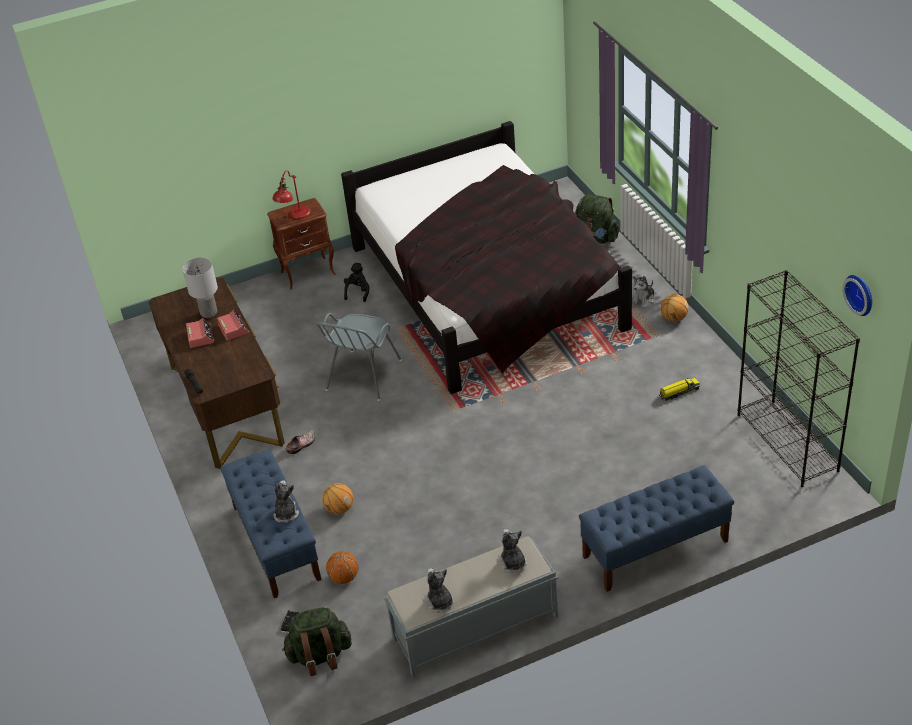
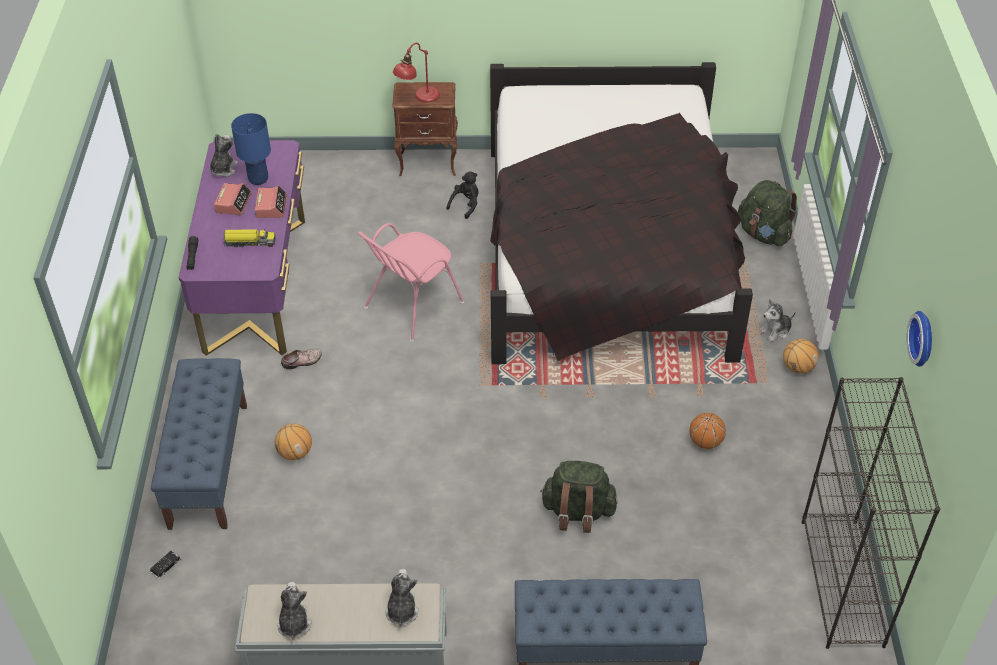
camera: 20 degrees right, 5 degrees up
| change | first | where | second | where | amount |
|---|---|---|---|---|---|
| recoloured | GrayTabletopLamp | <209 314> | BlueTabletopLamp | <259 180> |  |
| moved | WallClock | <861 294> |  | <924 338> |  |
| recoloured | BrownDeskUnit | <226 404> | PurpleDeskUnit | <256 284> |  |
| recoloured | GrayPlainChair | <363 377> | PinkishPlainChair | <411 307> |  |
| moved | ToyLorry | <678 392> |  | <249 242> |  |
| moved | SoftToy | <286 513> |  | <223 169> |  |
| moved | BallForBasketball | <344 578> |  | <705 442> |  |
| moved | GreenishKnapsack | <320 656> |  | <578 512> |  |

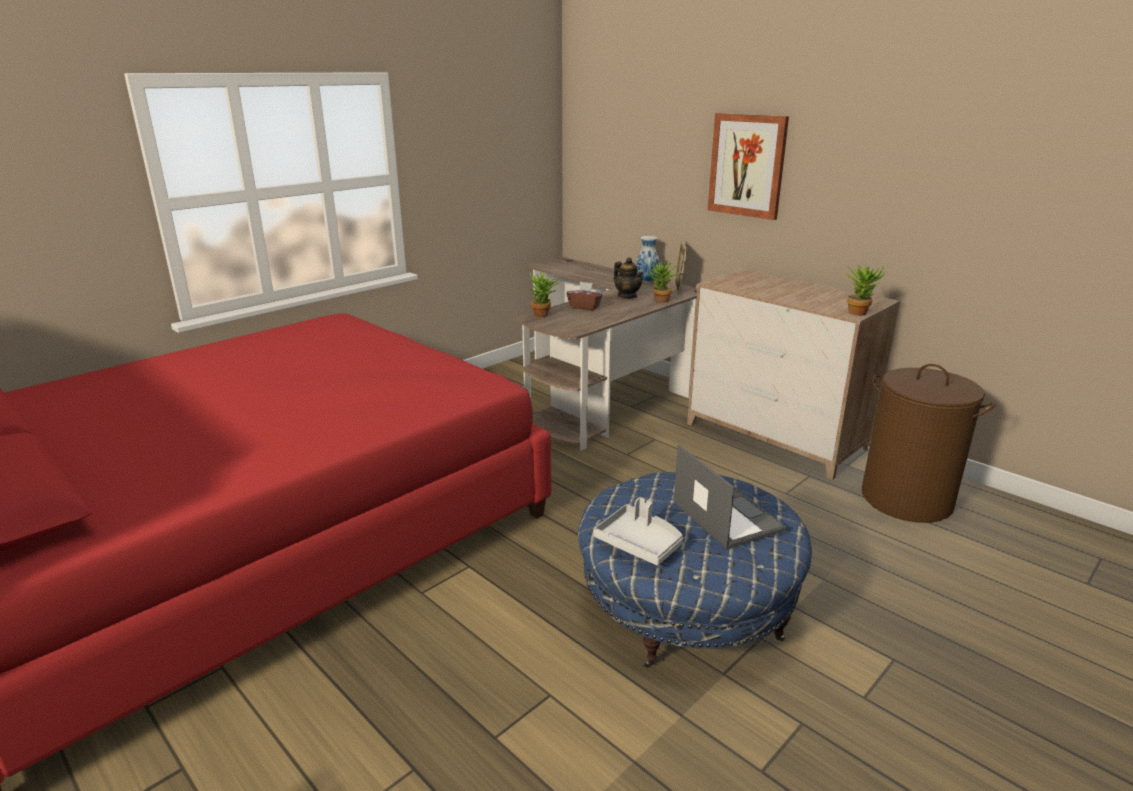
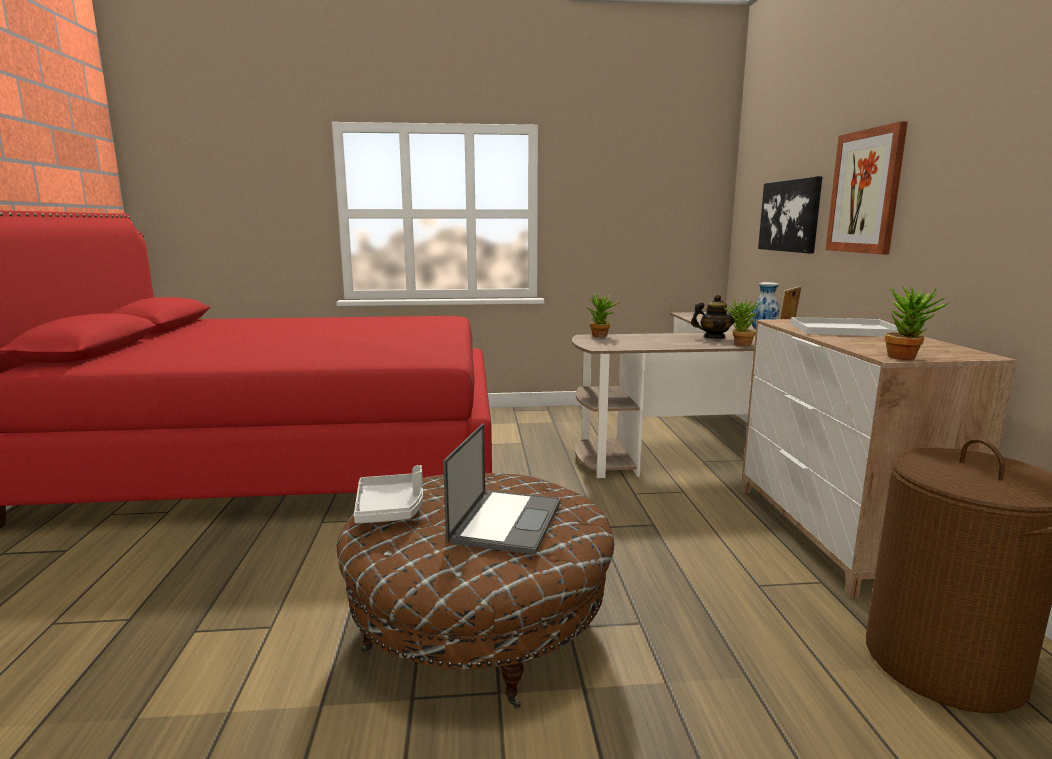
camera: 40 degrees right, 10 degrees down
| change | first | where | second | where | amount |
|---|---|---|---|---|---|
| turned | PotForTea | <627 296> |  | <714 338> | 90 degrees counterclockwise |
| removed | BrownBoxOfTissues | <584 307> |  |  |  |
| recoloured | BlueOttoman | <686 606> | BrownOttoman | <479 627> |  |
| added |  |  | WallArt | <790 216> |  |
| added |  |  | WhiteServingTray | <846 329> |  |

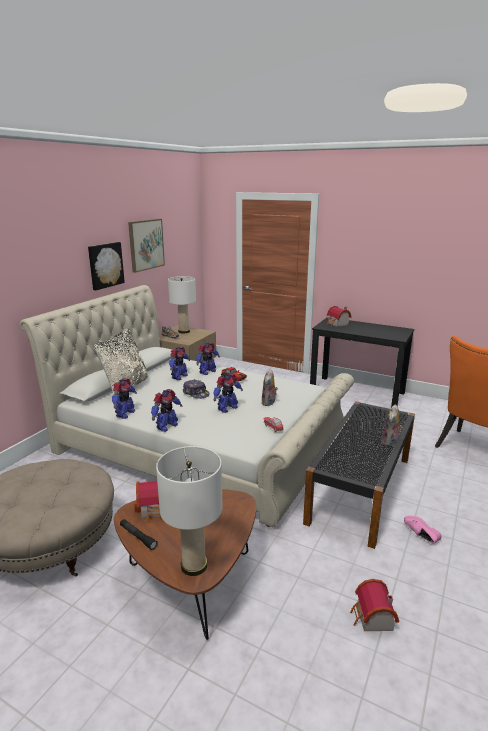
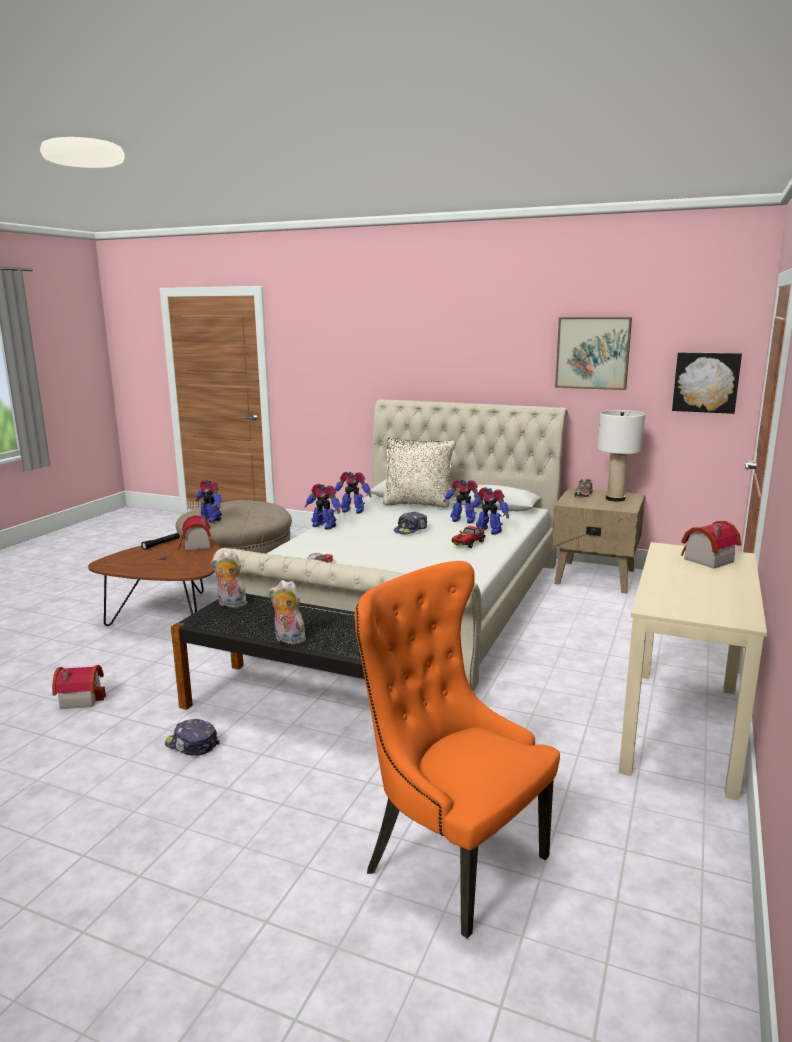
camera: 85 degrees right, 5 degrees down
| change | first | where | second | where | amount |
|---|---|---|---|---|---|
| moved | WallArt | <105 265> |  | <706 382> |  |
| recoloured | BlackishDeskUnit | <357 392> | SandColouredDeskUnit | <682 728> |  |
| moved | SoftToy | <269 403> |  | <230 604> |  |
| moved | ModelRobot | <227 408> |  | <211 519> |  |
| removed | WhiteTabletopLamp | <194 565> |  |  |  |
| replaced | PinkishLowShoe | <420 535> | BaseballCap | <191 745> |  |

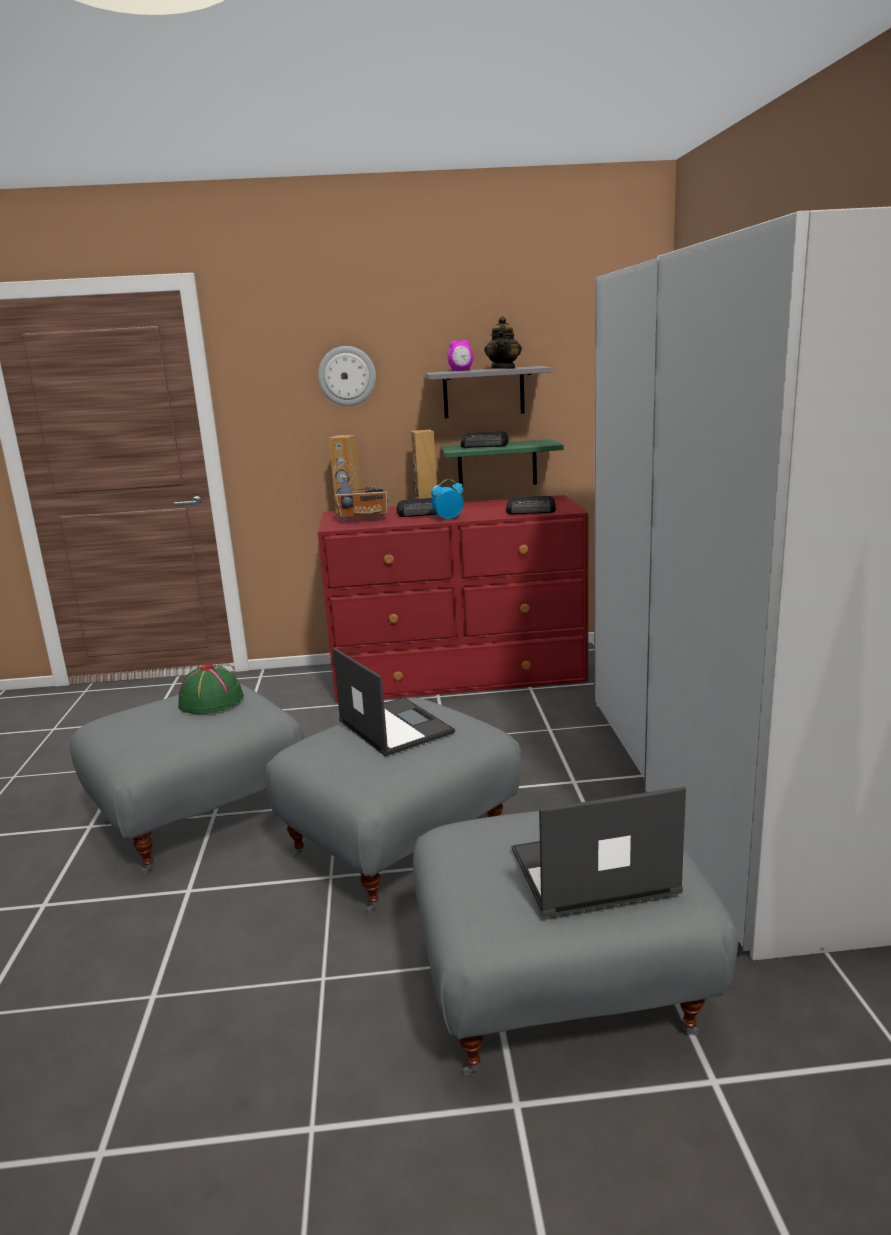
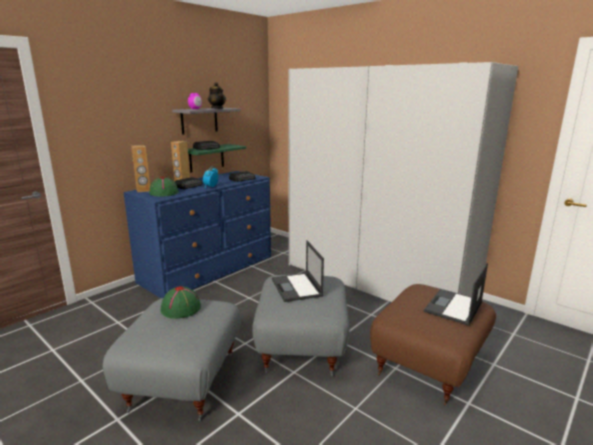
camera: 45 degrees left, 0 degrees up
| change | first | where | second | where | amount |
|---|---|---|---|---|---|
| removed | WallClock | <347 376> |  |  |  |
| replaced | RadioSet | <363 519> | GreenishHat | <164 193> |  |
| recoloured | RedColouredDrawerChest | <459 673> | BlueDrawerChest | <209 268> |  |
| turned | PortableComputer | <394 726> |  | <297 288> | 120 degrees counterclockwise |
| recoloured | GrayOttoman | <560 995> | BrownOttoman | <429 365> |  |

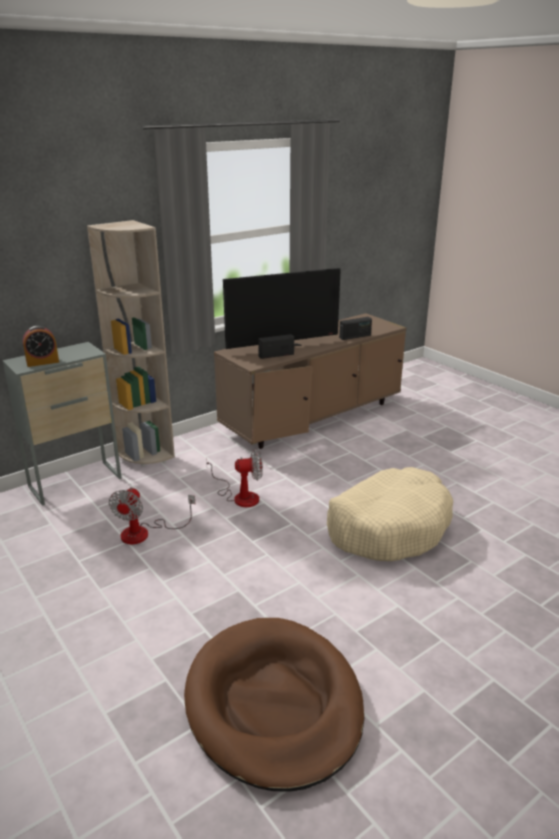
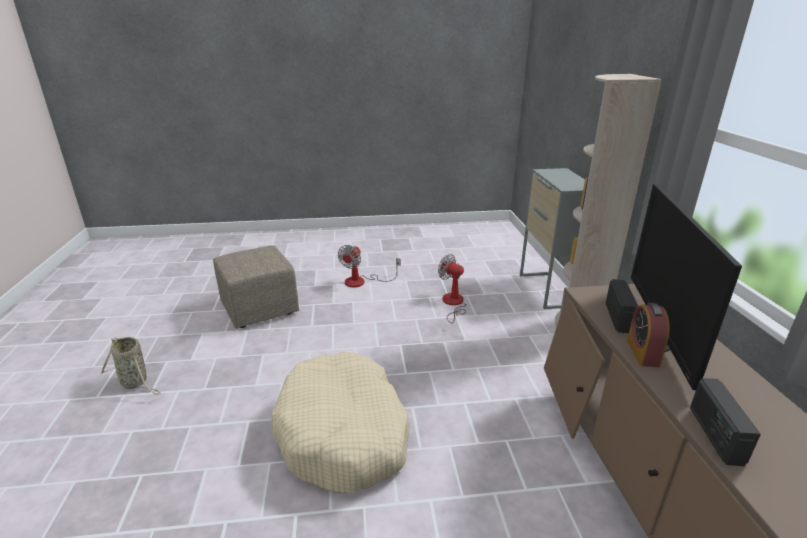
camera: 120 degrees right, 0 degrees up
| change | first | where | second | where | amount |
|---|---|---|---|---|---|
| moved | TableClock | <42 362> |  | <642 352> |  |
| moved | CoolingFan | <240 496> |  | <362 281> |  |
| replaced | BrownDogBed | <274 704> | SandColouredOttoman | <259 308> |  |
| added |  |  | Basket | <135 383> |  |

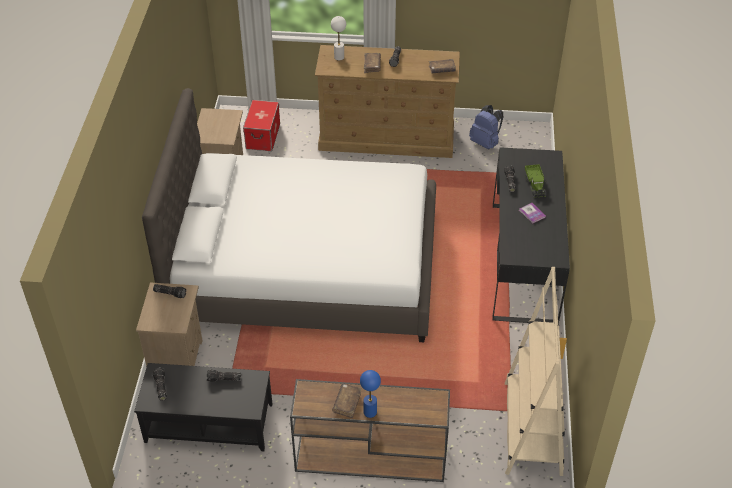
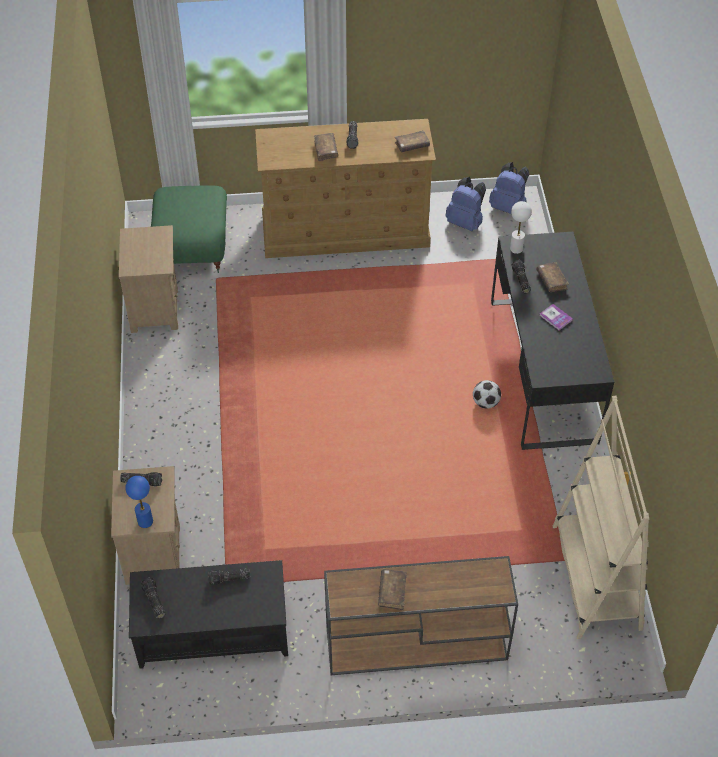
camera: 10 degrees left, 5 degrees up
| change | first | where | second | where | amount |
|---|---|---|---|---|---|
| moved | WhiteTabletopLamp | <339 57> |  | <516 249> |  |
| removed | WhiteBed | <304 267> |  |  |  |
| replaced | StorageBox | <262 136> | GreenishOttoman | <192 247> |  |
| replaced | ToyLorry | <535 185> | BrownBoundBook | <551 280> |  |
| moved | BlueTabletopLamp | <370 412> |  | <145 521> |  |
| added |  |  | BlueKnapsack | <508 207> |  |
| added |  |  | Football | <486 403> |  |

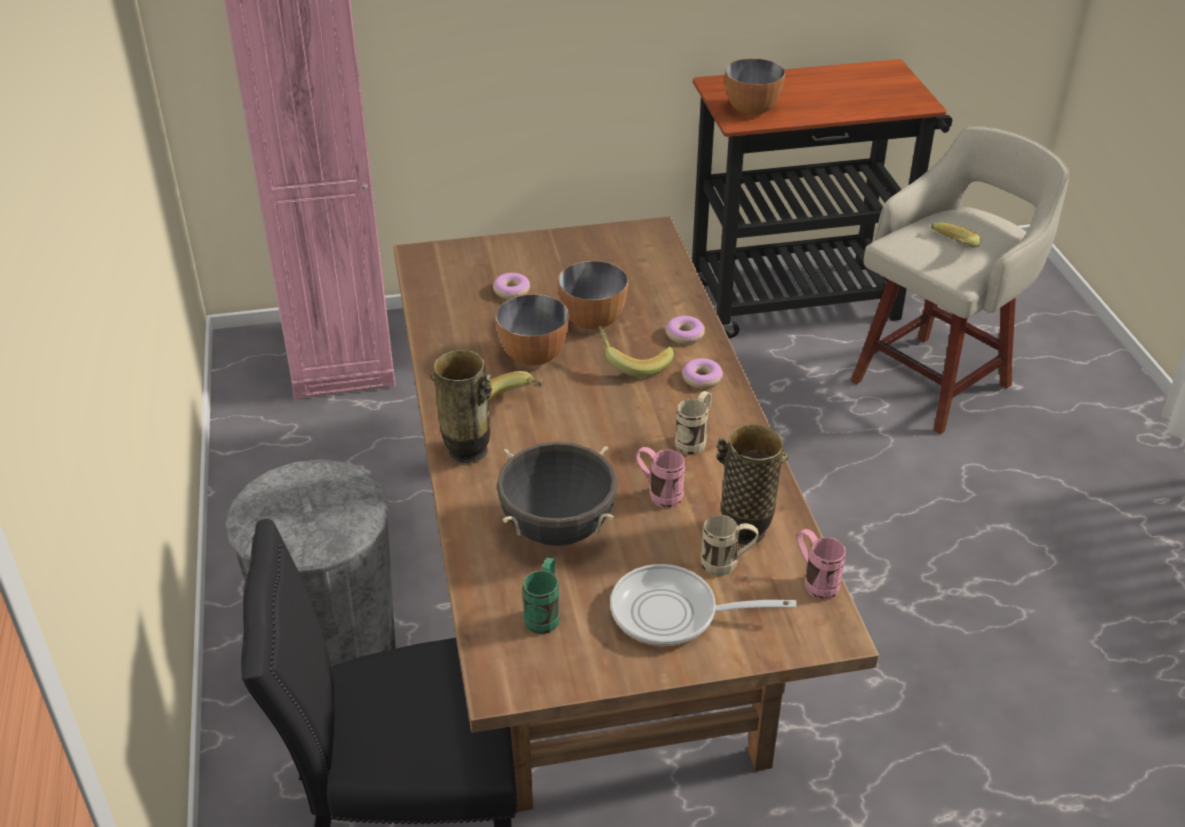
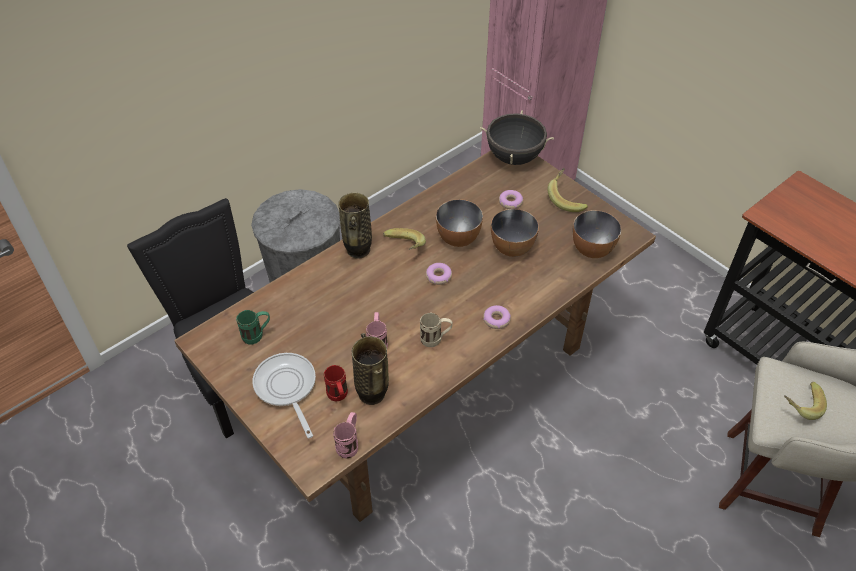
camera: 60 degrees right, 10 degrees up
| change | first | where | second | where | amount |
|---|---|---|---|---|---|
| moved | Bowl | <752 110> |  | <592 250> |  |
| moved | Doughnut | <685 335> |  | <438 276> |  |
| moved | WholeBanana | <633 362> |  | <567 198> |  |
| moved | BlackishStockpot | <557 529> |  | <514 157> |  |
| recoloured | SandColouredCoffeeMug | <727 565> | RedColouredCoffeeMug | <338 397> |  |

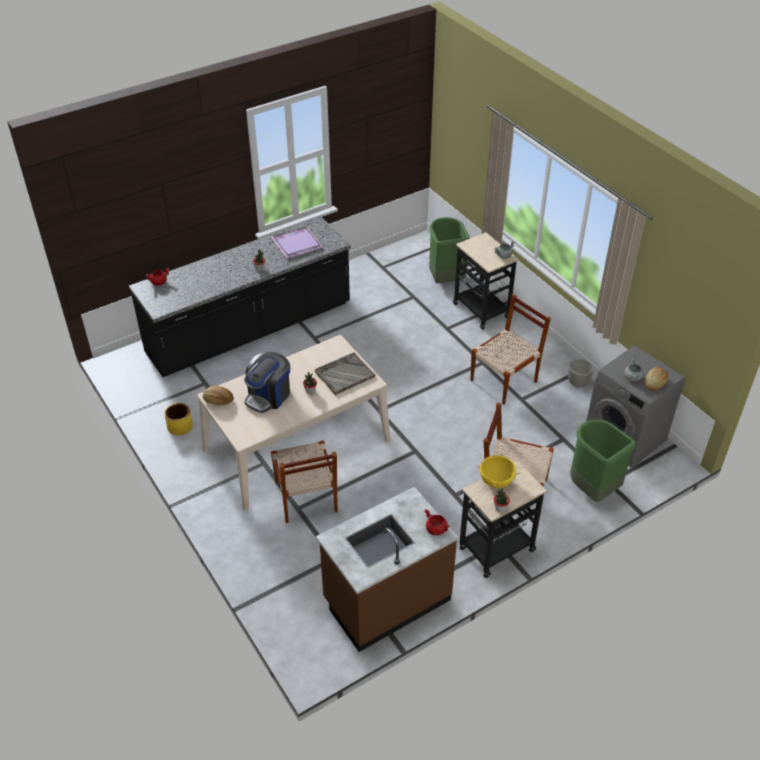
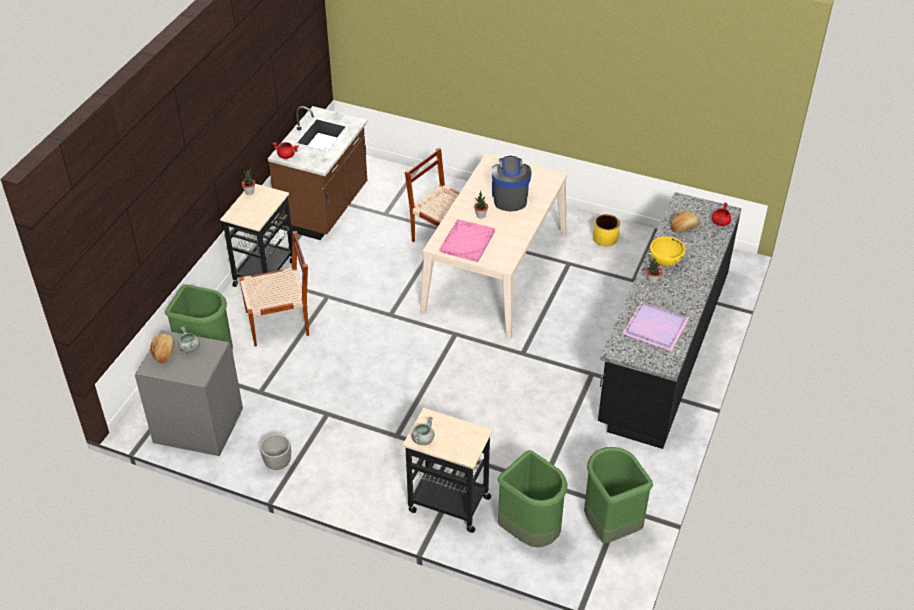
camera: 145 degrees right, 0 degrees up
| change | first | where | second | where | amount |
|---|---|---|---|---|---|
| removed | PlainChair | <505 380> |  |  |  |
| recoloured | GrayServingTray | <344 374> | PinkishServingTray | <467 241> |  |
| moved | BakeryBread | <218 400> |  | <684 227> |  |
| moved | YellowColouredStockpot | <496 482> |  | <665 262> |  |
| added |  |  | GreenishTrashCan | <609 527> |  |

